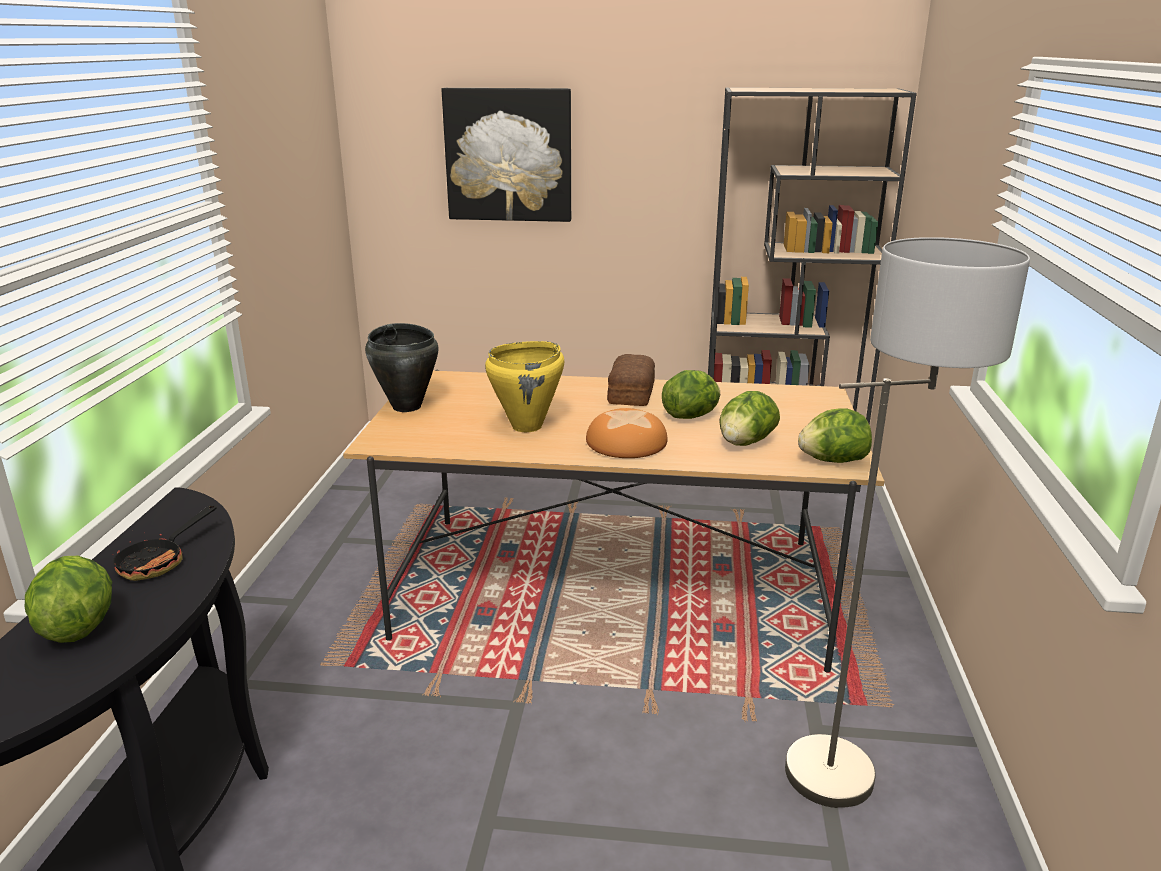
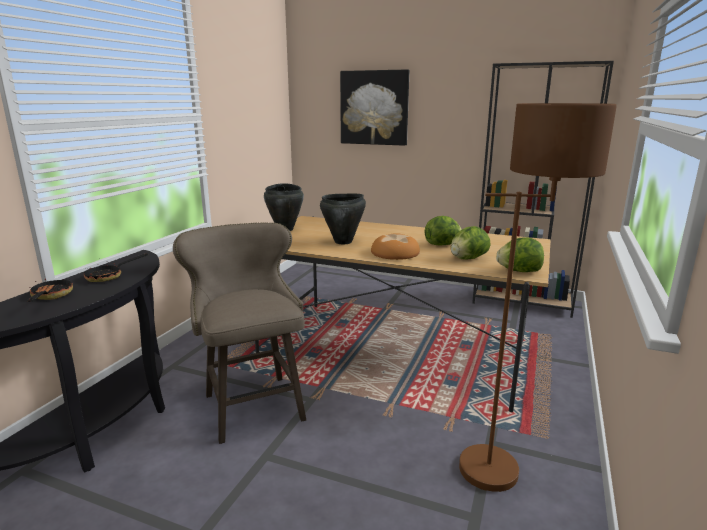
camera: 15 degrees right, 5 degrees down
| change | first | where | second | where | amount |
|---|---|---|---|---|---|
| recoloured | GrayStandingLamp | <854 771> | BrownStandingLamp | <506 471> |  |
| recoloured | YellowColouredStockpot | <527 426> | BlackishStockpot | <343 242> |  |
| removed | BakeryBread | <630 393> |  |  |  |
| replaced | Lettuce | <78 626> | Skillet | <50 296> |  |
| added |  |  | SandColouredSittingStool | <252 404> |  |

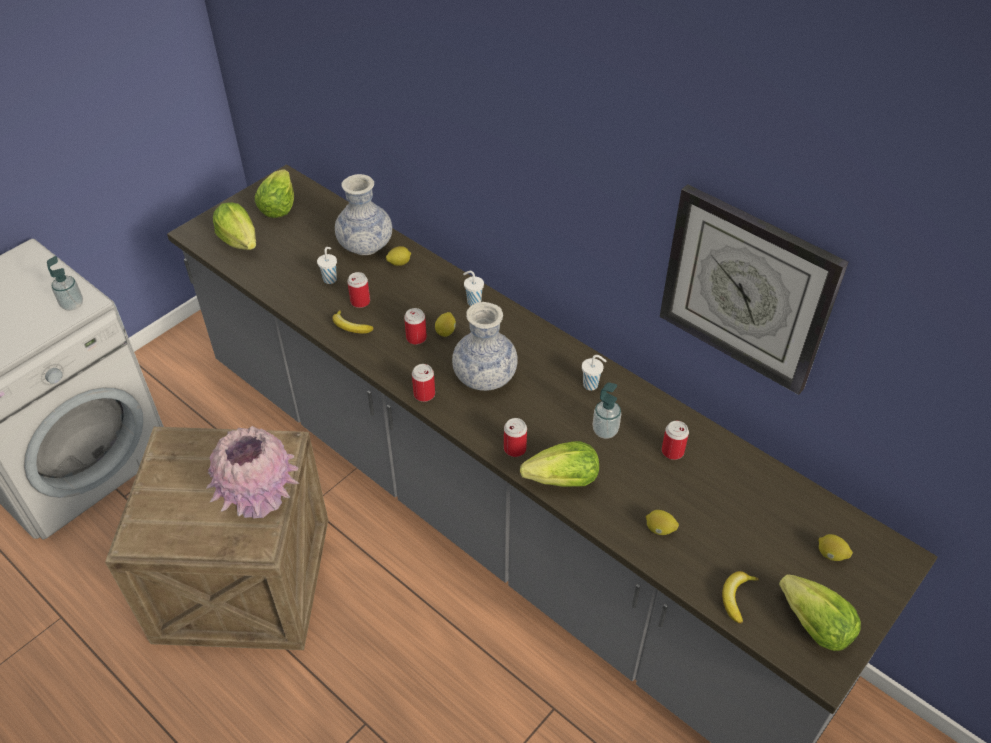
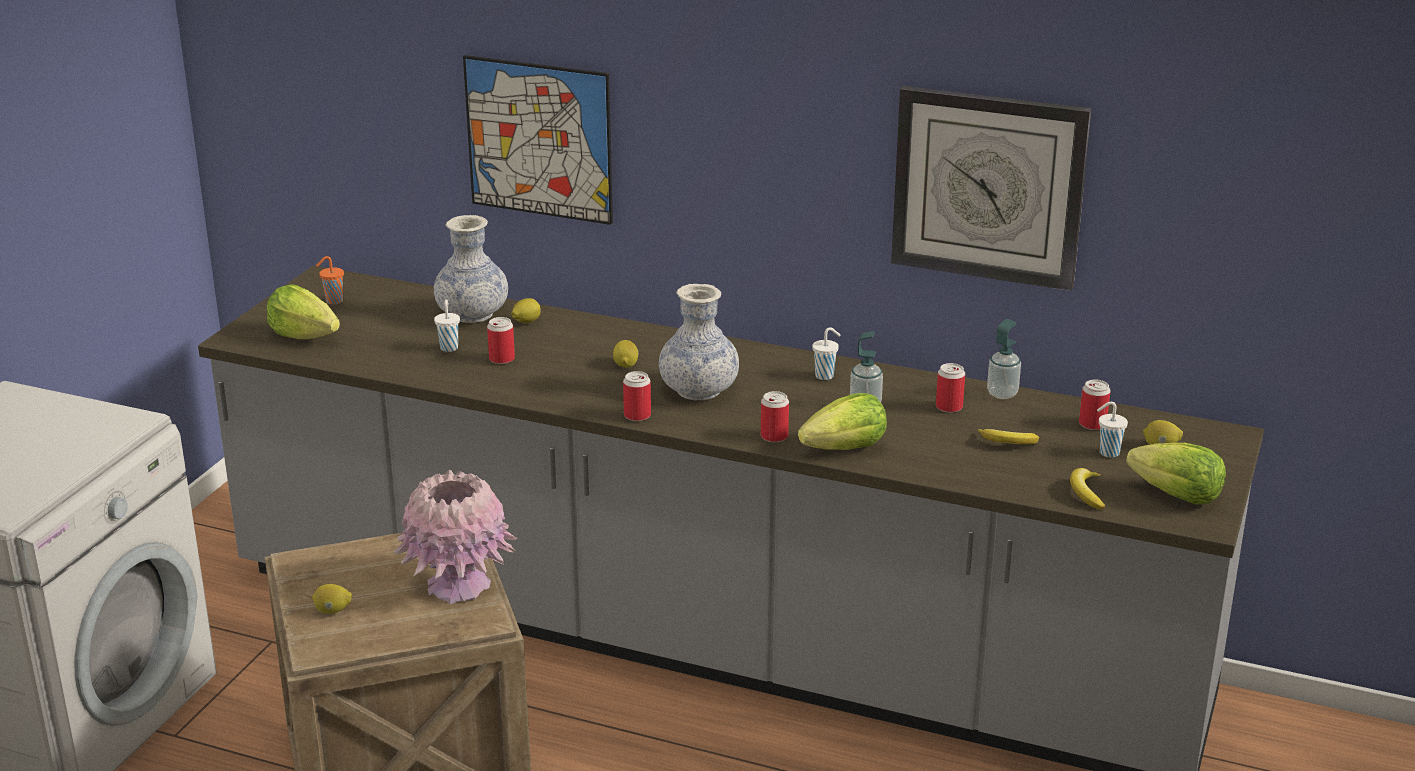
camera: 20 degrees left, 20 degrees down
| change | first | where | second | where | amount |
|---|---|---|---|---|---|
| replaced | Lettuce | <278 207> | OrangeDrinkingCup | <333 301> |  |
| moved | LiquidSoapBottle | <72 304> |  | <1002 394> |  |
| moved | WhiteDrinkingCup | <473 302> |  | <1108 453> |  |
| moved | SealedCan | <416 338> |  | <1092 424> |  |
| moved | WholeBanana | <350 327> |  | <1007 443> |  |
| moved | Lemon | <659 529> |  | <332 611> |  |
| added |  |  | WallArt | <539 139> |  |

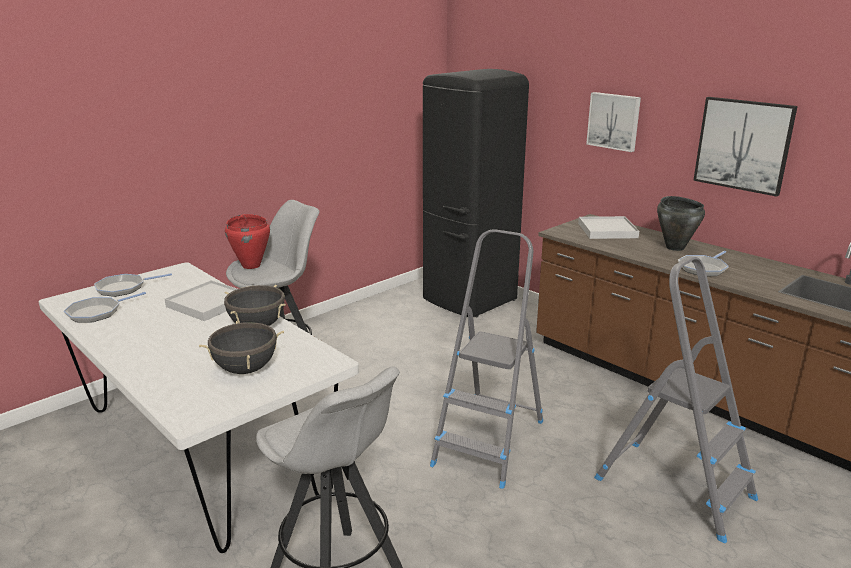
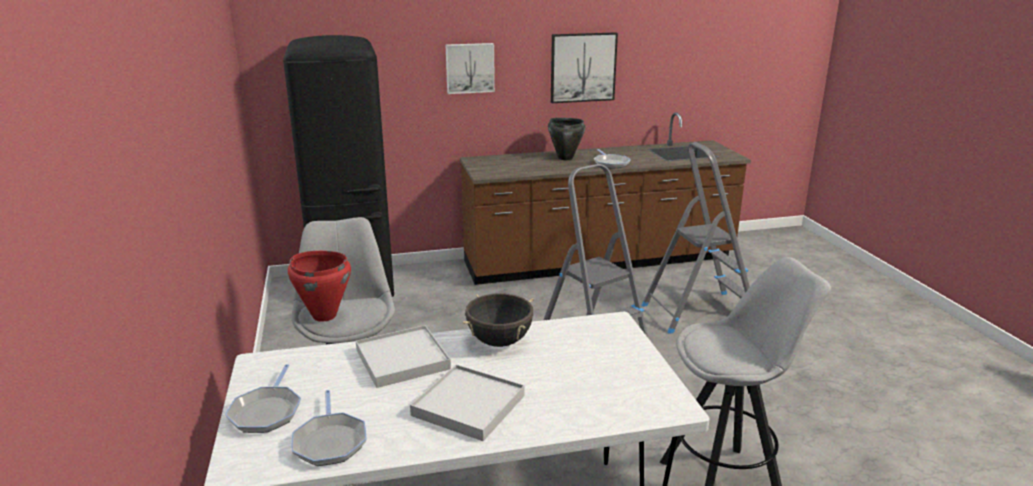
camera: 60 degrees left, 0 degrees up
| change | first | where | second | where | amount |
|---|---|---|---|---|---|
| moved | WhiteServingTray | <607 230> |  | <468 405> |  |
| removed | BlackishStockpot | <246 369> |  |  |  |

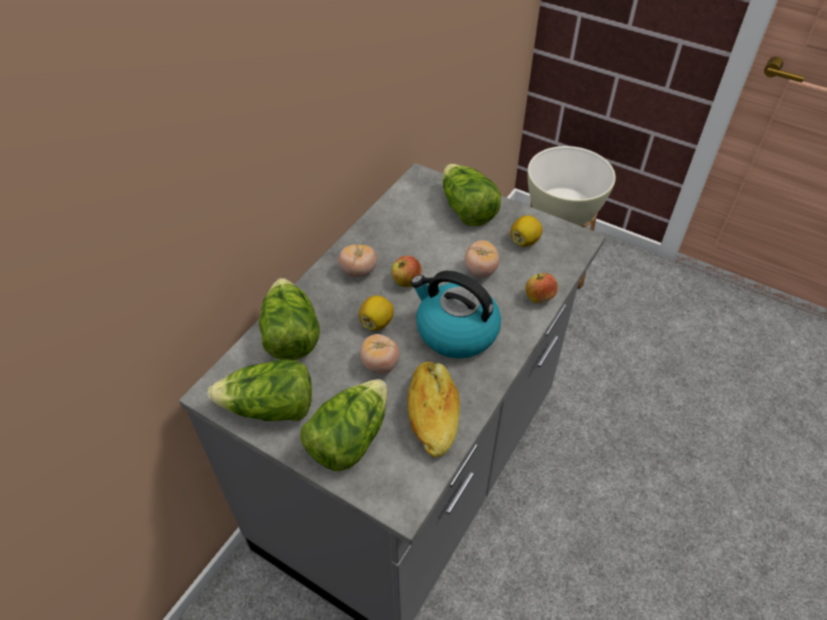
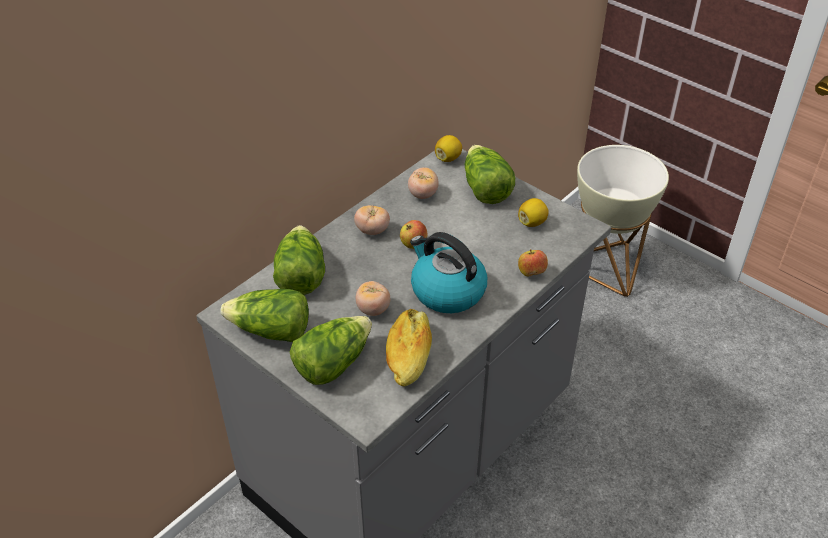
camera: 10 degrees right, 5 degrees down
| change | first | where | second | where | amount |
|---|---|---|---|---|---|
| moved | FreshTomato | <480 270> |  | <423 194> |  |
| moved | Lemon | <377 322> |  | <448 158> |  |

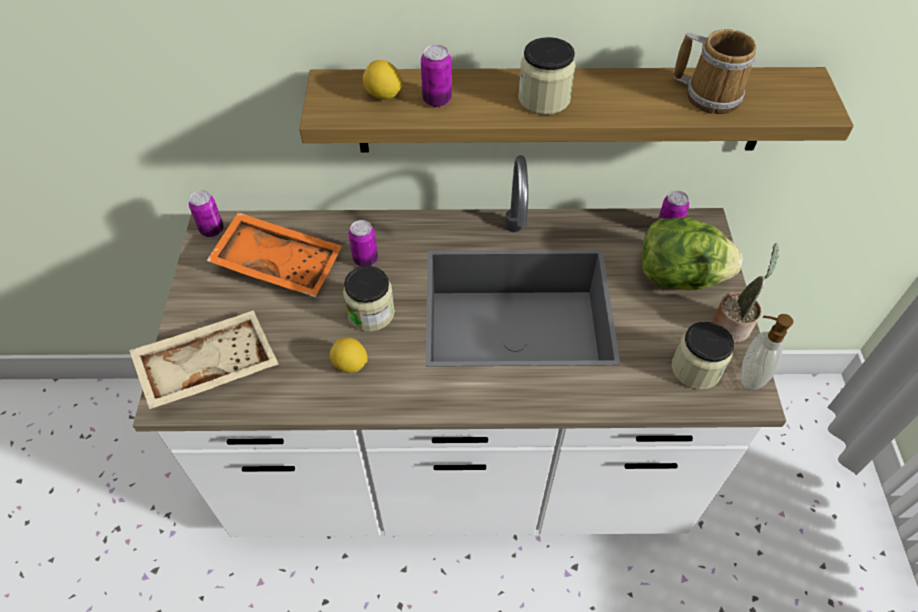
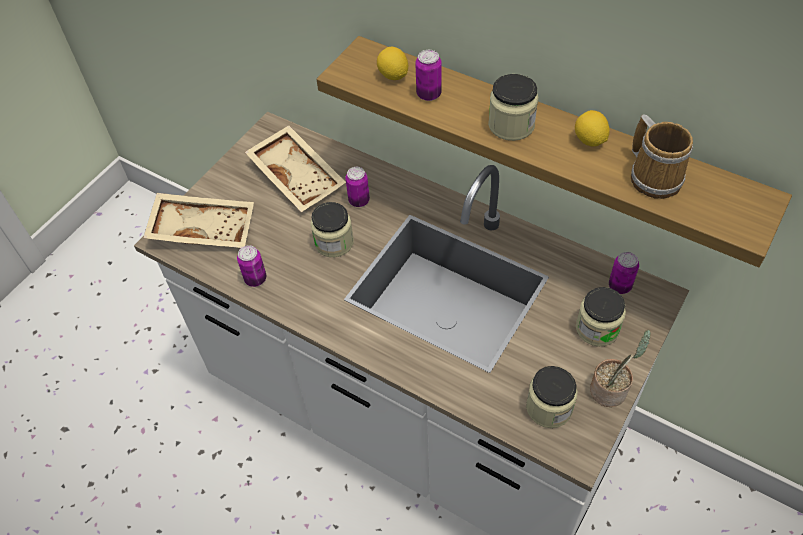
camera: 35 degrees right, 0 degrees up
| change | first | where | second | where | amount |
|---|---|---|---|---|---|
| moved | SealedCan | <212 230> |  | <255 279> |  |
| recoloured | OrangeServingTray | <280 262> | SandColouredServingTray | <298 176> |  |
| replaced | Lettuce | <678 276> | Jar | <597 328> |  |
| removed | LiquidSoapBottle | <750 375> |  |  |  |
| moved | Lemon | <350 364> |  | <589 140> |  |

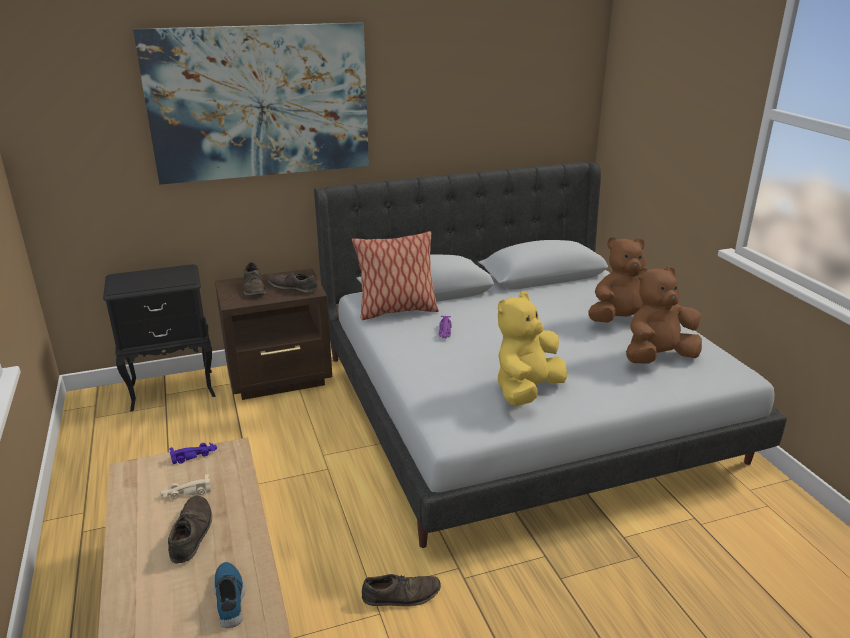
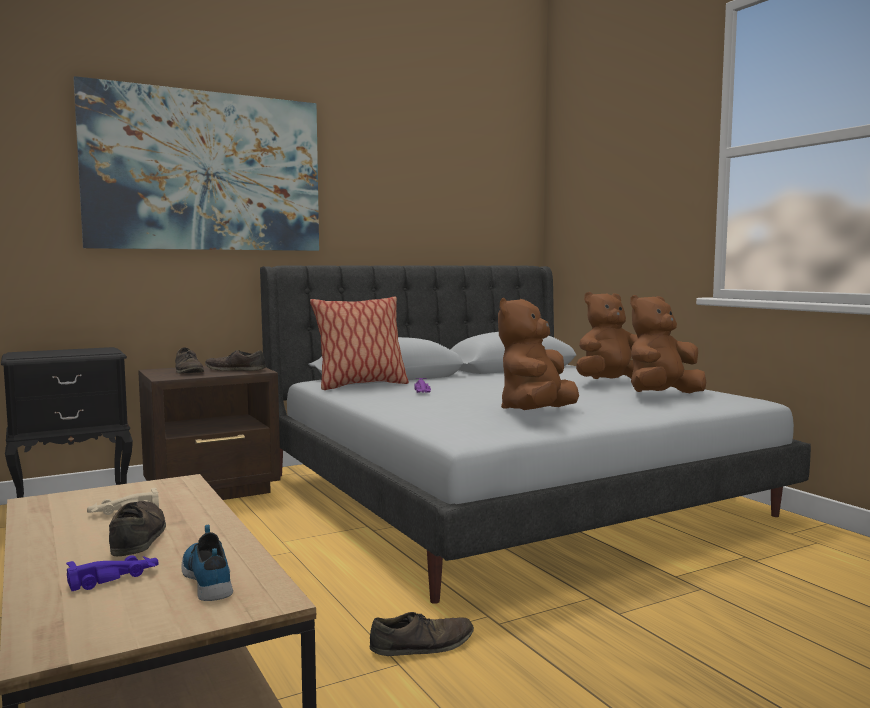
camera: 10 degrees left, 20 degrees down
| change | first | where | second | where | amount |
|---|---|---|---|---|---|
| recoloured | YellowColouredSoftToy | <526 391> | BrownSoftToy | <536 413> |  |
| moved | PurpleModelCar | <194 455> |  | <114 578> |  |

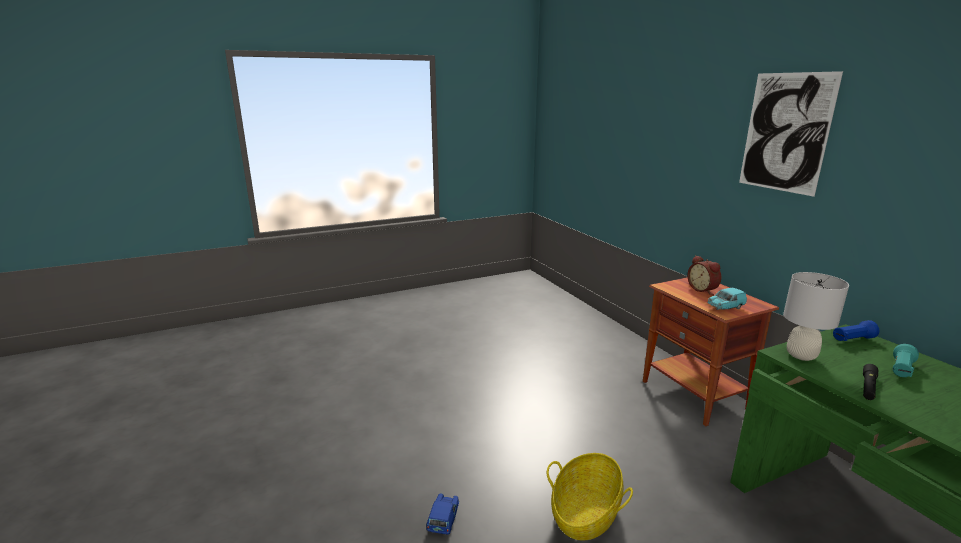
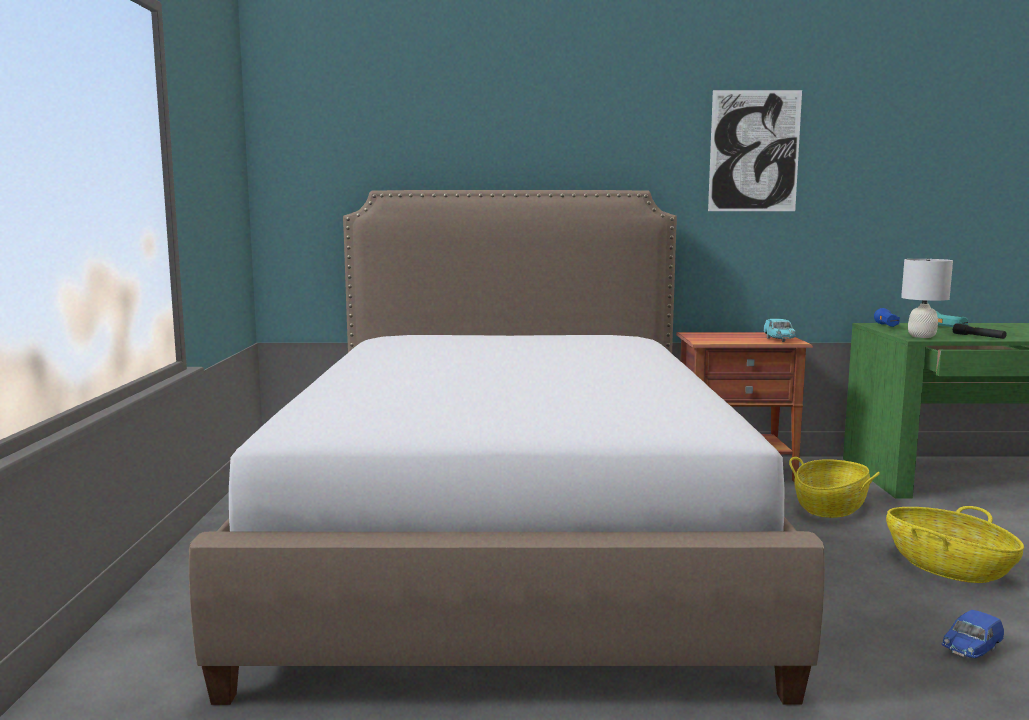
camera: 65 degrees left, 10 degrees down
| change | first | where | second | where | amount |
|---|---|---|---|---|---|
| removed | TableClock | <703 289> |  |  |  |
| turned | BlueModelCar | <443 520> |  | <971 650> | 75 degrees counterclockwise |
| added |  |  | Bed | <509 542> |  |
| added |  |  | Basket | <830 507> |  |

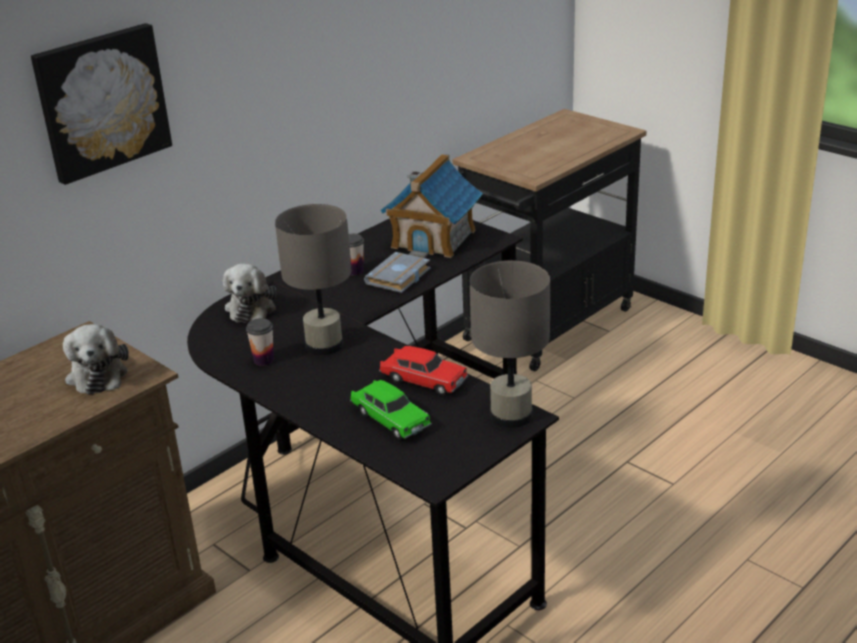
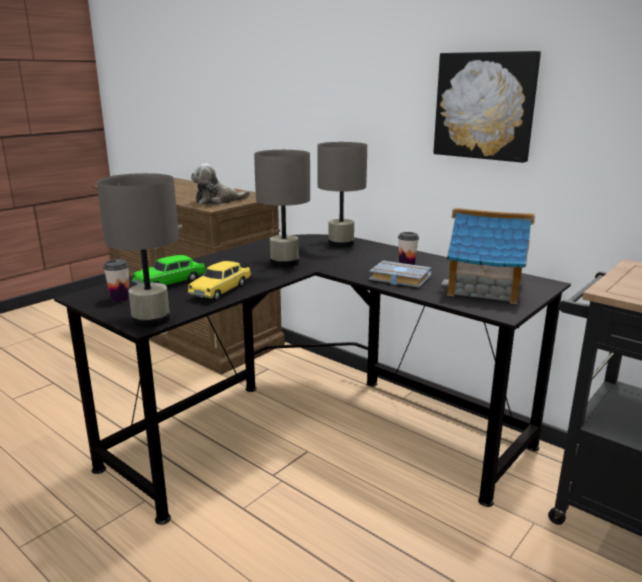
camera: 85 degrees right, 10 degrees down
| change | first | where | second | where | amount |
|---|---|---|---|---|---|
| moved | WallArt | <101 101> |  | <485 106> |  |
| replaced | SoftToy | <252 307> | GrayTabletopLamp | <341 244> |  |
| moved | DrinkingCup | <263 360> |  | <120 298> |  |
| recoloured | RedColouredModelCar | <423 381> | YellowColouredModelCar | <221 290> |  |

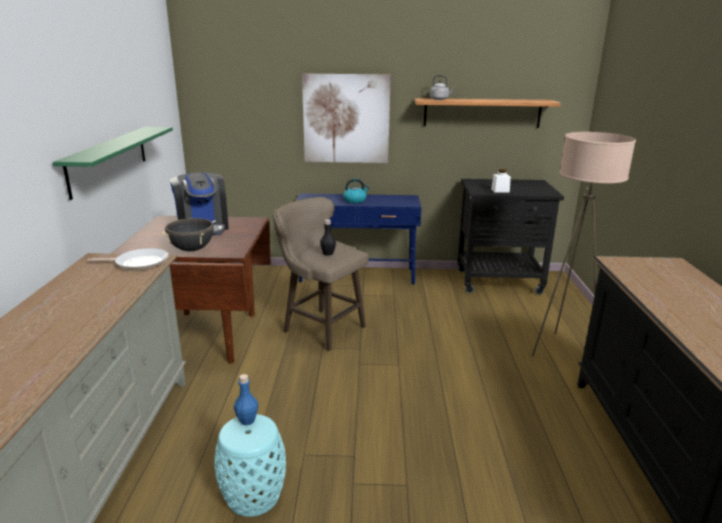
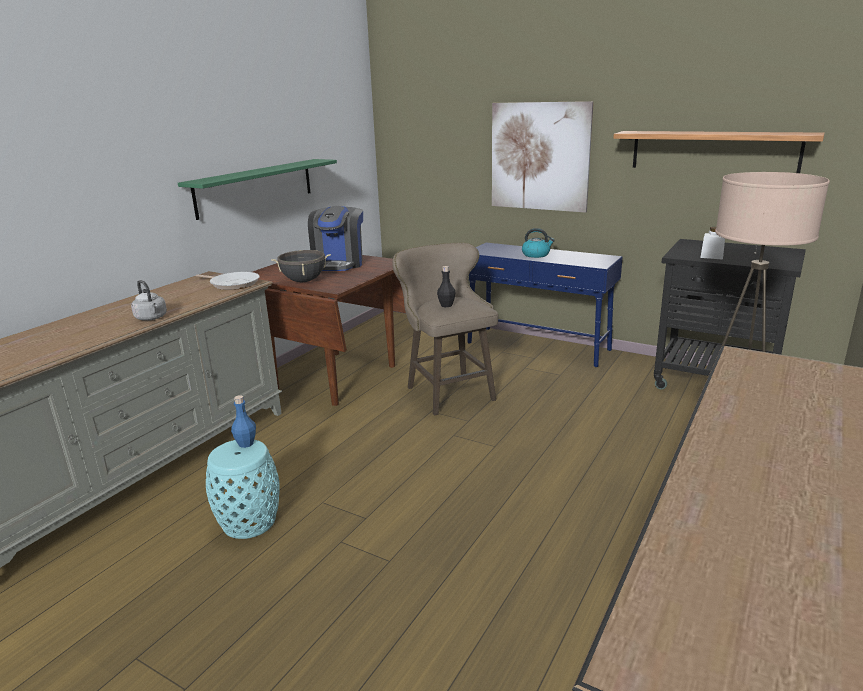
camera: 30 degrees right, 0 degrees up
| change | first | where | second | where | amount |
|---|---|---|---|---|---|
| moved | GrayTeaKettle | <440 99> |  | <152 318> |  |

